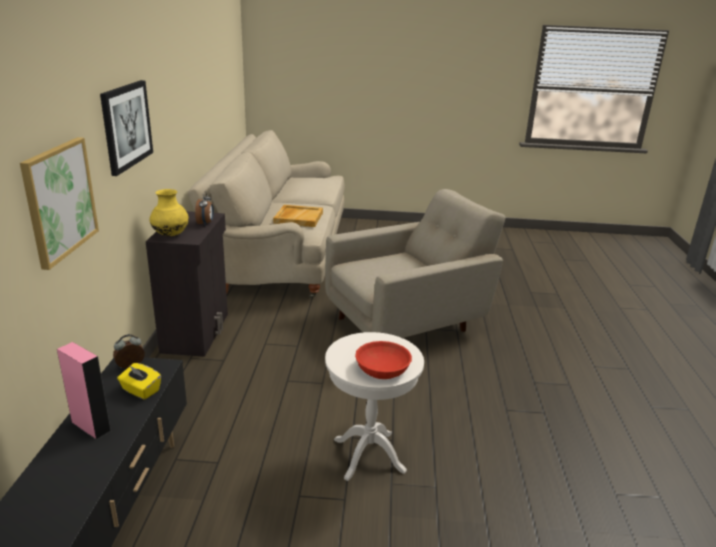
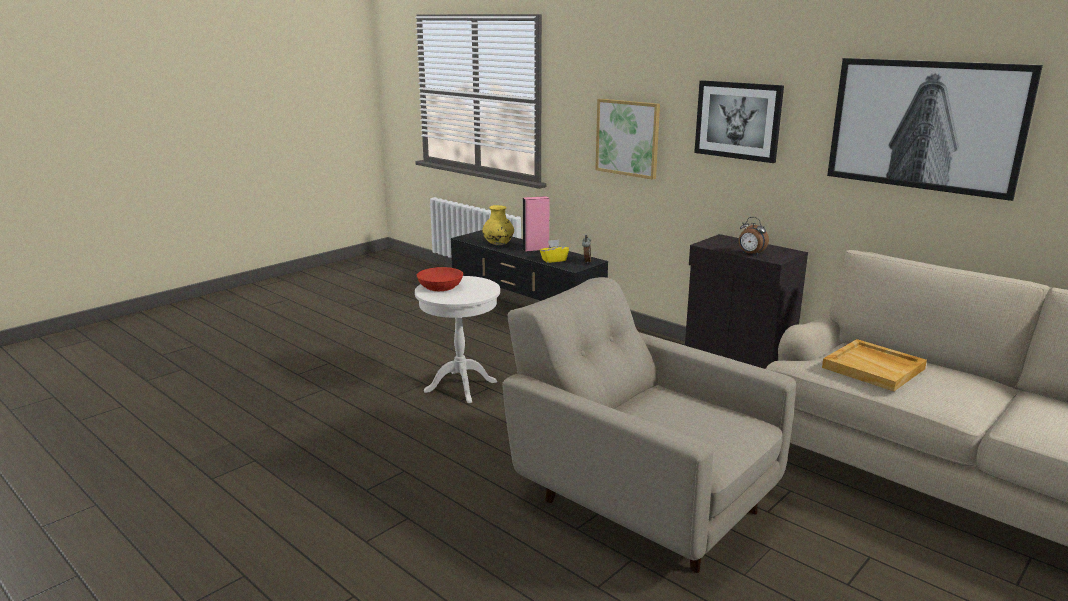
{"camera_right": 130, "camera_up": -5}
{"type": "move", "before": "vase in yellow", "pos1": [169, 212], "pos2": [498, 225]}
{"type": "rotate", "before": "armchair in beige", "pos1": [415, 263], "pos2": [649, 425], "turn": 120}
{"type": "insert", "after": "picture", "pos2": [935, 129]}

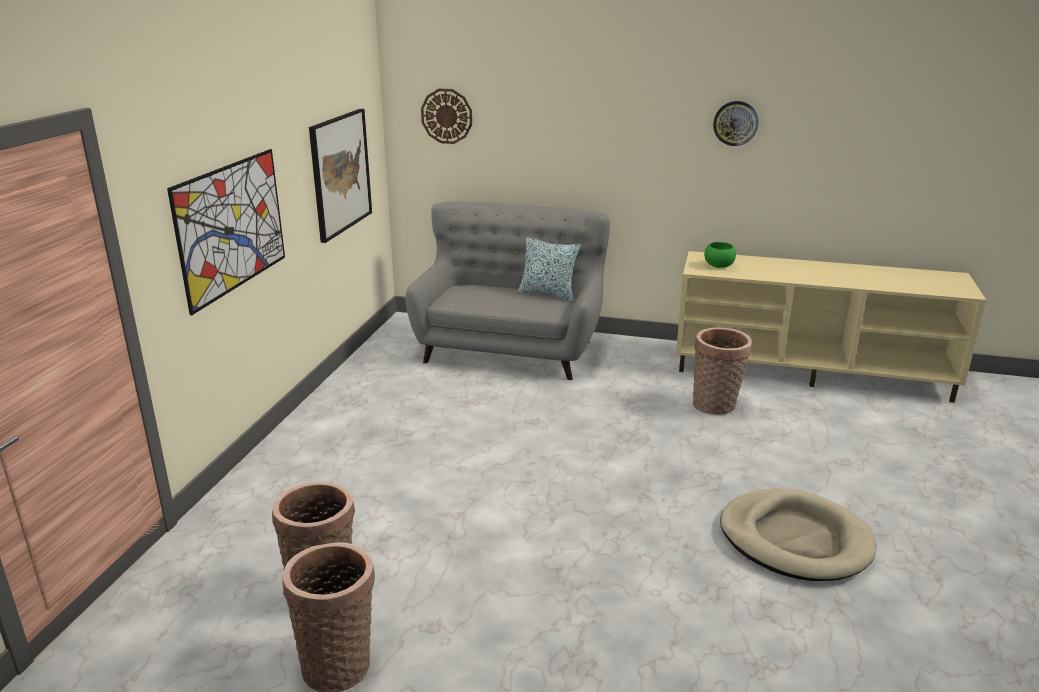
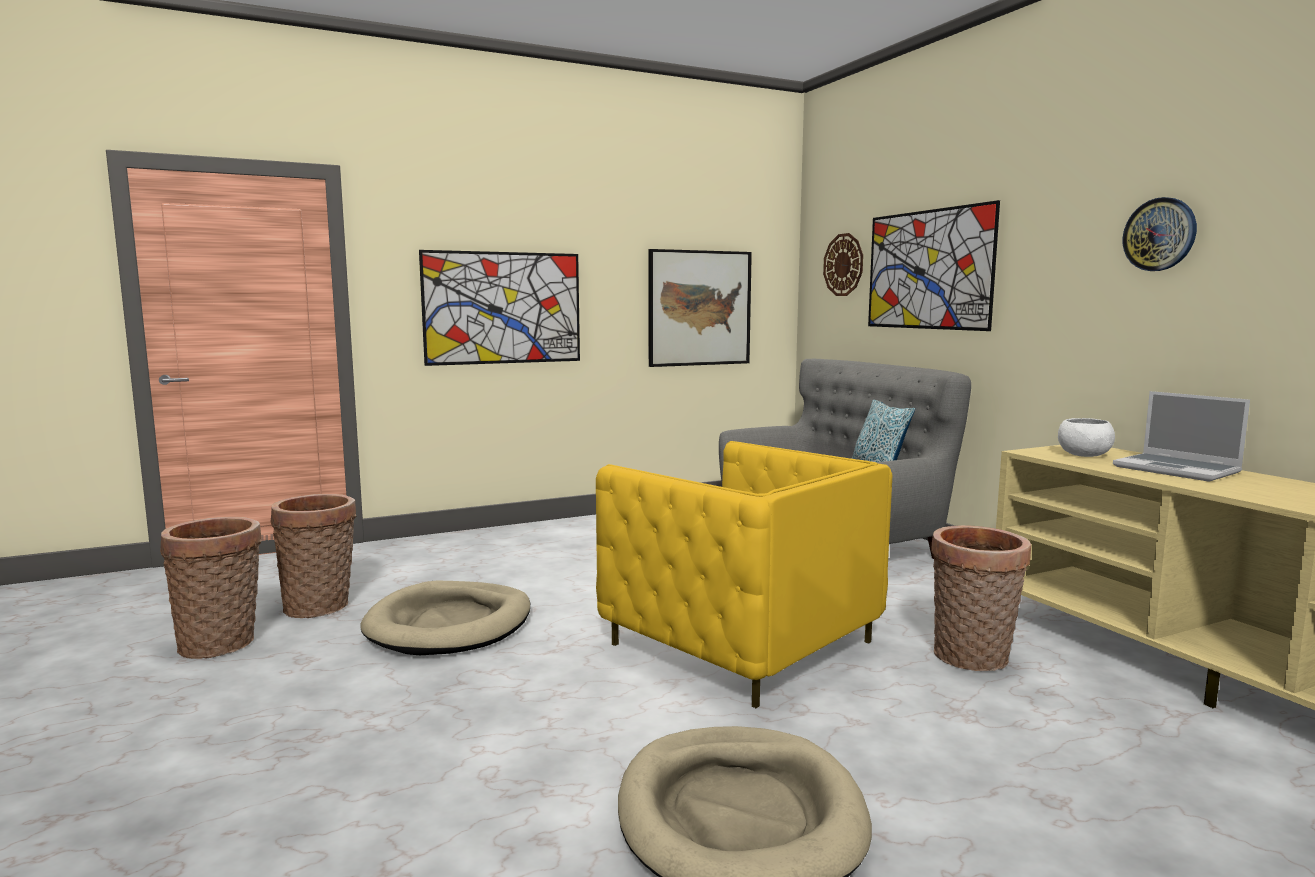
{"camera_right": 50, "camera_up": -15}
{"type": "recolor", "before": "bowl in green", "after": "bowl in white", "pos1": [720, 255], "pos2": [1086, 437]}
{"type": "insert", "after": "picture", "pos2": [934, 265]}
{"type": "insert", "after": "laptop", "pos2": [1181, 436]}
{"type": "insert", "after": "armchair in yellow", "pos2": [744, 574]}
{"type": "insert", "after": "dog bed in beige", "pos2": [445, 618]}

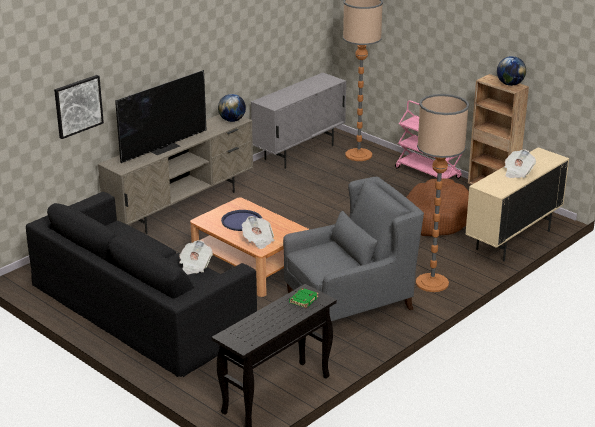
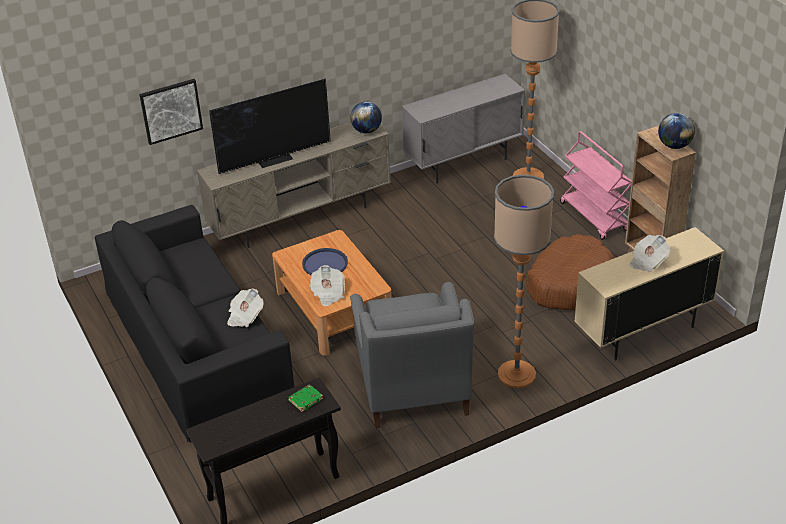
{"camera_right": 20, "camera_up": 10}
{"type": "rotate", "before": "armchair in grey", "pos1": [353, 249], "pos2": [412, 355], "turn": 90}

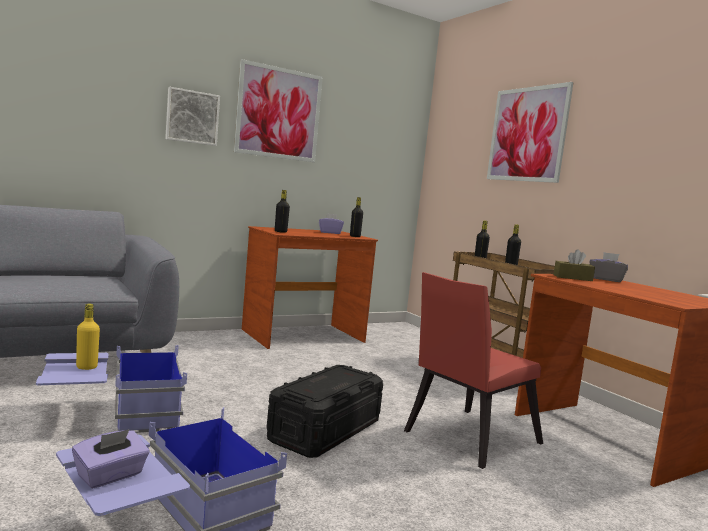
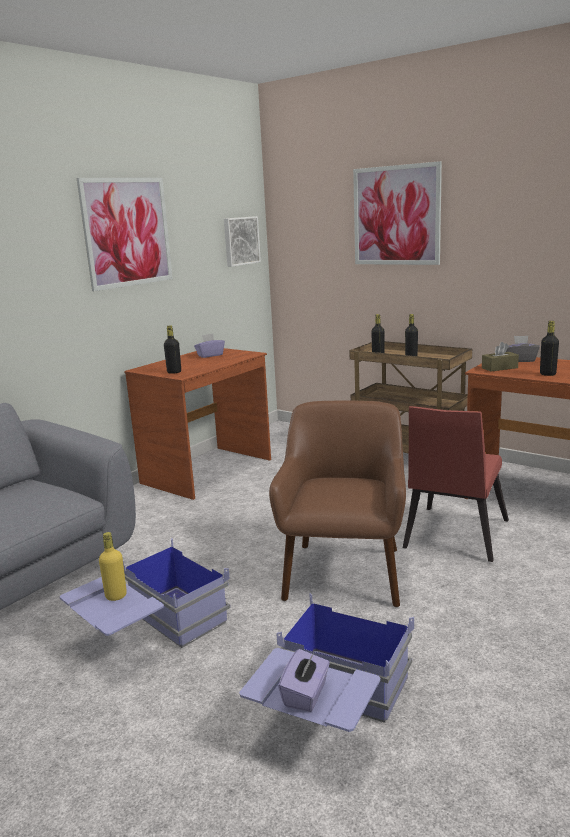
{"camera_right": -20, "camera_up": 10}
{"type": "move", "before": "picture", "pos1": [192, 116], "pos2": [242, 241]}
{"type": "move", "before": "bottle in black", "pos1": [356, 217], "pos2": [549, 348]}
{"type": "replace", "before": "storage box in black", "after": "armchair in brown", "pos1": [325, 411], "pos2": [337, 503]}

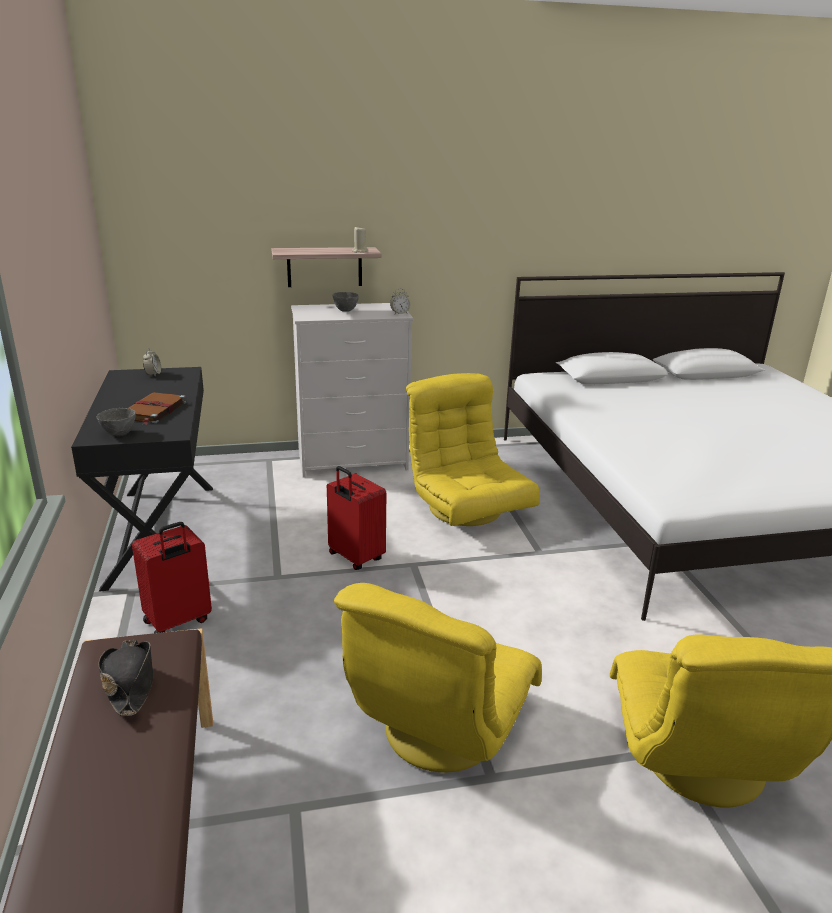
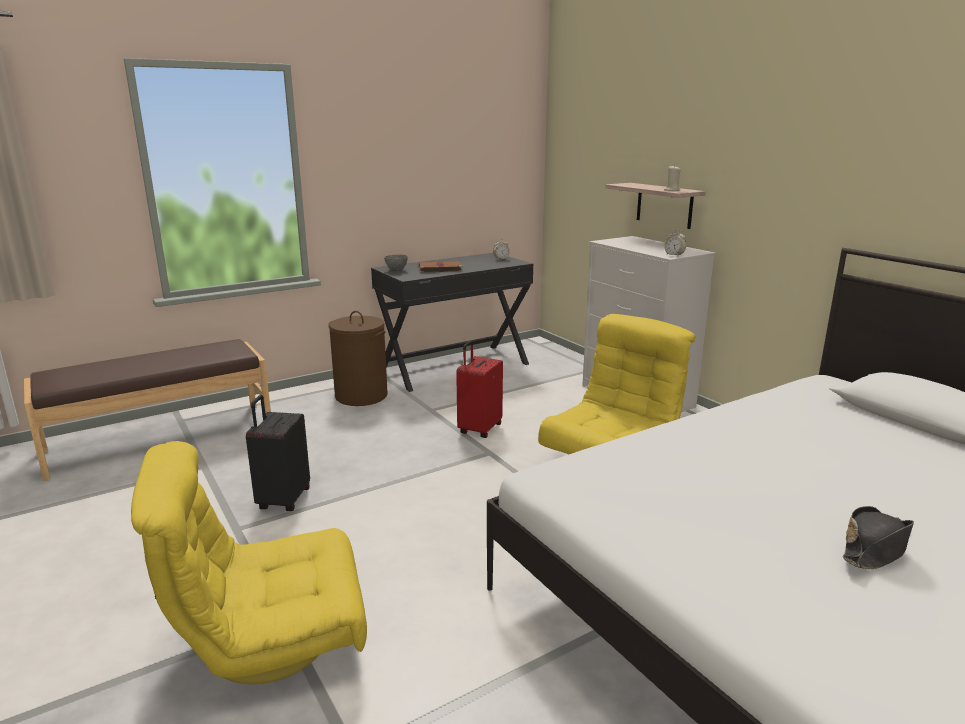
{"camera_right": 70, "camera_up": -5}
{"type": "delete", "before": "bowl in grey", "pos1": [346, 302]}
{"type": "replace", "before": "suitcase in red", "after": "laundry basket in brown", "pos1": [172, 577], "pos2": [358, 358]}
{"type": "replace", "before": "armchair in yellow", "after": "suitcase in black", "pos1": [438, 678], "pos2": [278, 453]}
{"type": "move", "before": "hat in black", "pos1": [125, 677], "pos2": [878, 537]}

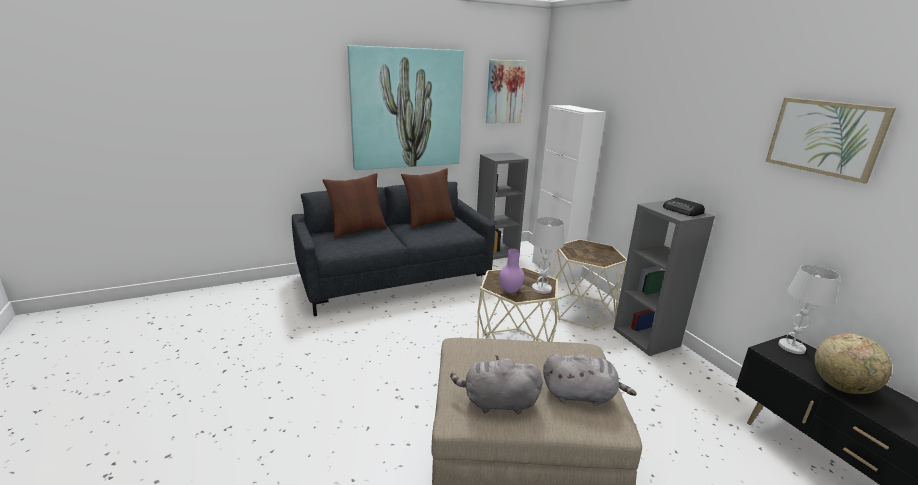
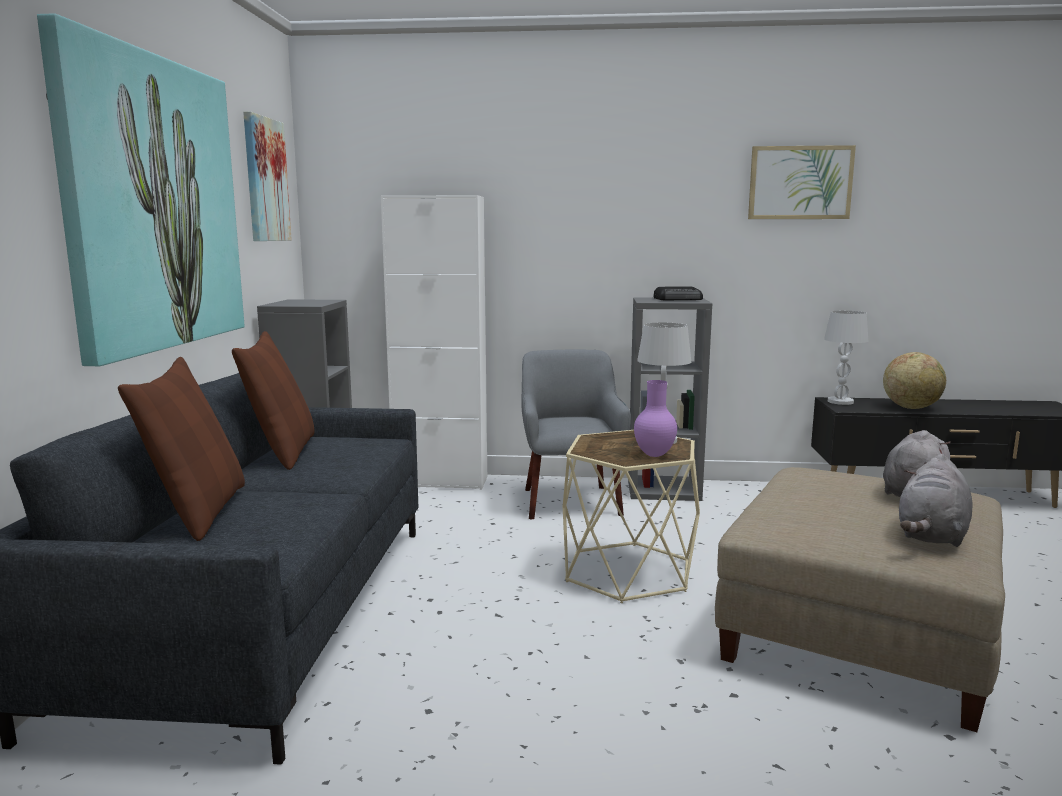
{"camera_right": -60, "camera_up": -10}
{"type": "replace", "before": "side table in beige", "after": "armchair in grey", "pos1": [588, 284], "pos2": [576, 434]}

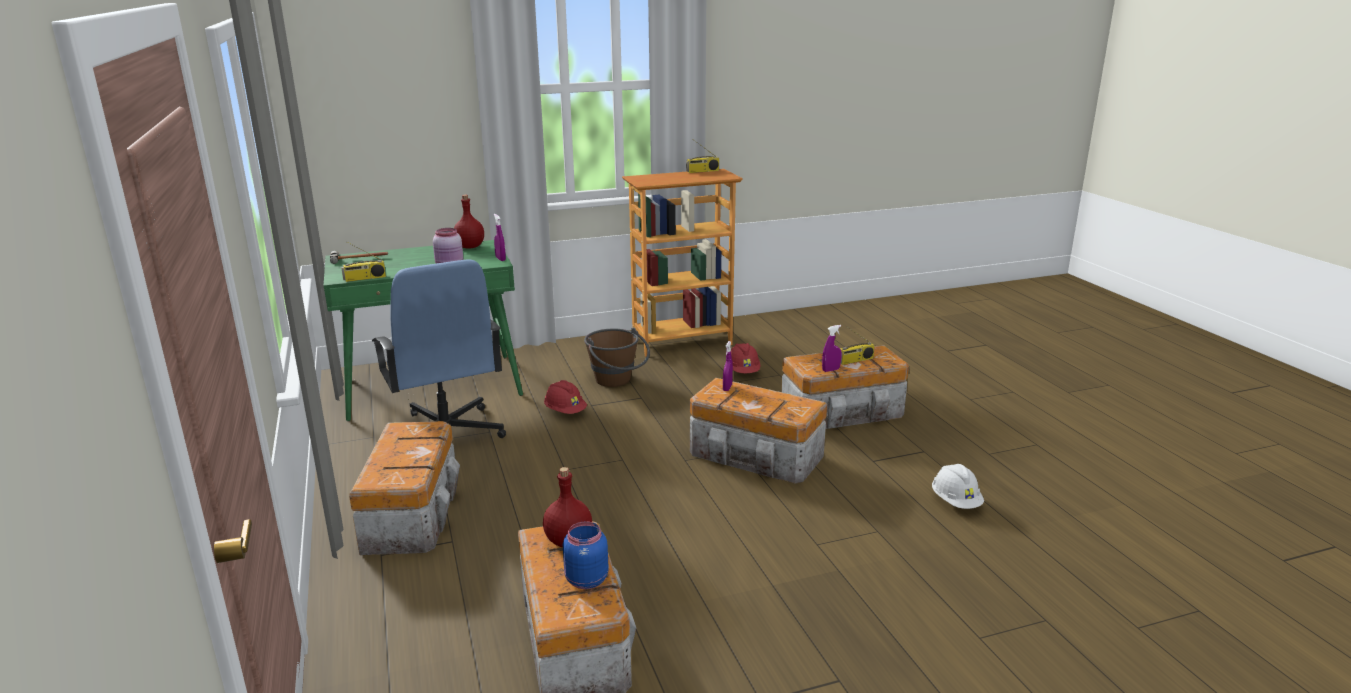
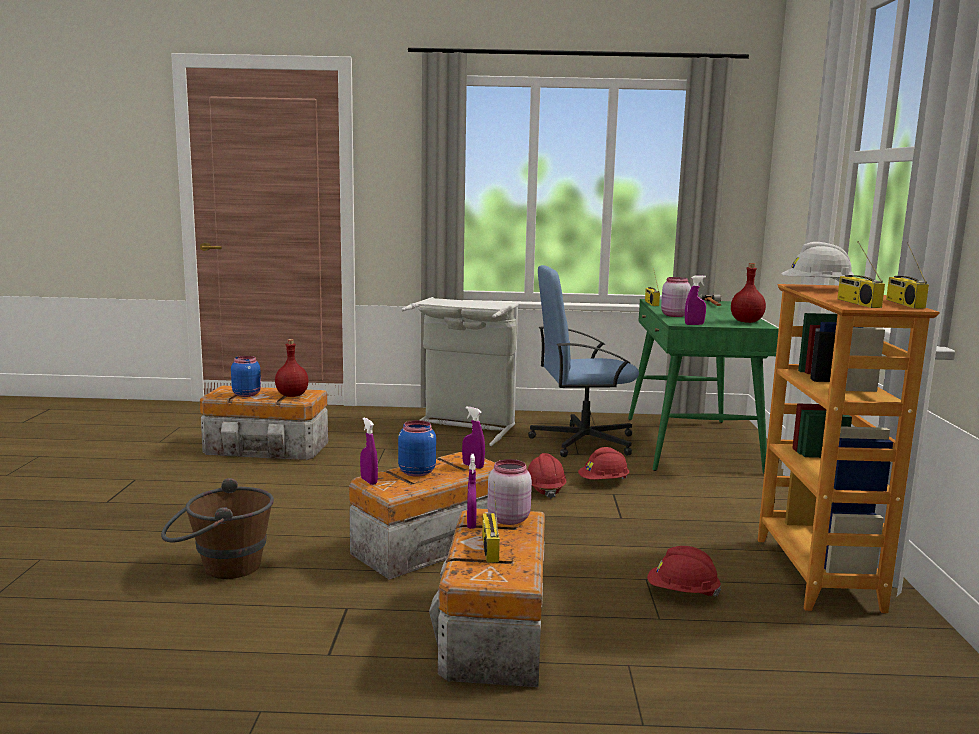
{"camera_right": 110, "camera_up": -10}
{"type": "move", "before": "bucket in brown", "pos1": [617, 357], "pos2": [217, 528]}
{"type": "replace", "before": "storage box", "after": "laundry basket in grey", "pos1": [404, 488], "pos2": [460, 371]}
{"type": "move", "before": "hard hat in white", "pos1": [958, 486], "pos2": [818, 262]}
{"type": "insert", "after": "radio", "pos2": [861, 274]}
{"type": "insert", "after": "spray bottle in purple", "pos2": [369, 451]}
{"type": "insert", "after": "jar in blue", "pos2": [417, 448]}
{"type": "insert", "after": "hard hat in red", "pos2": [547, 476]}
{"type": "insert", "after": "jar in pink", "pos2": [509, 492]}

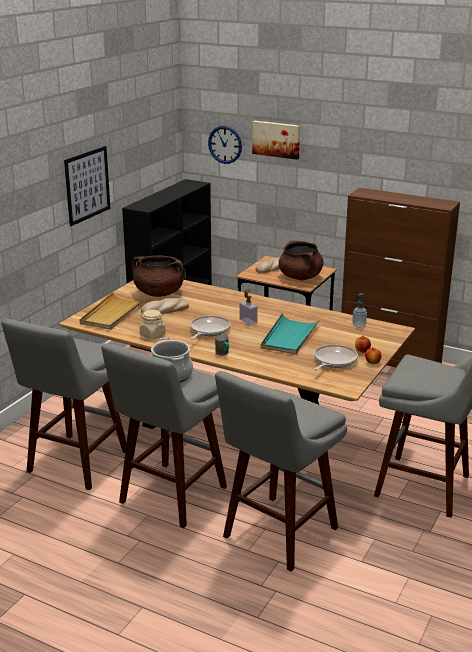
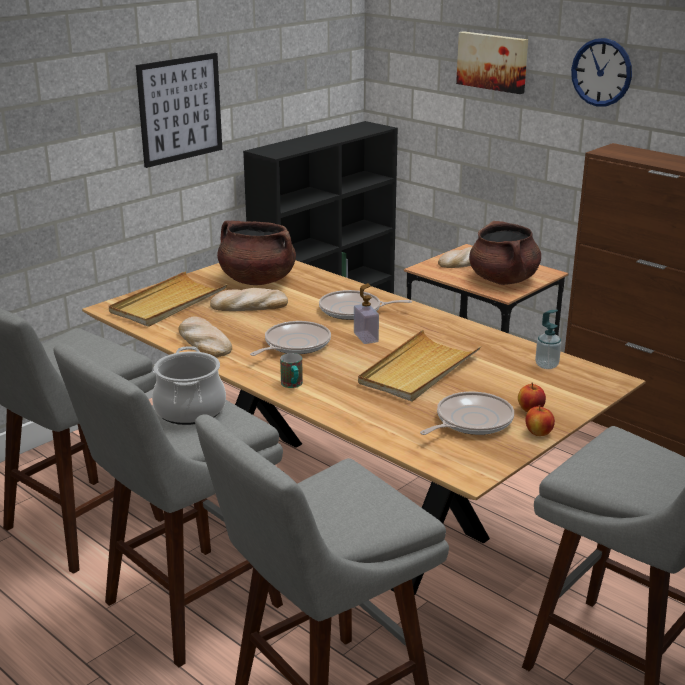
{"camera_right": 15, "camera_up": 0}
{"type": "move", "before": "wall clock", "pos1": [225, 145], "pos2": [601, 72]}
{"type": "replace", "before": "jar in beige", "after": "bread", "pos1": [153, 324], "pos2": [205, 337]}
{"type": "recolor", "before": "tray in turquoise", "after": "tray in beige", "pos1": [290, 334], "pos2": [419, 366]}
{"type": "insert", "after": "frying pan", "pos2": [365, 305]}

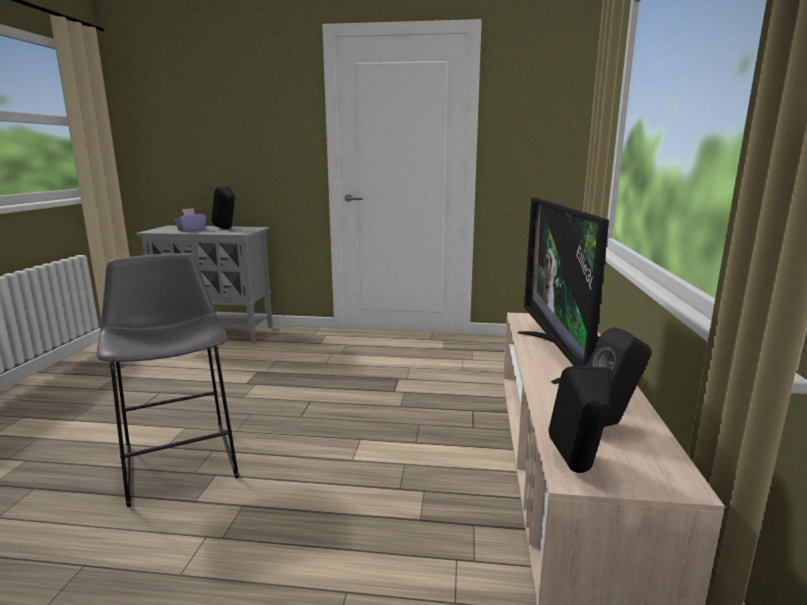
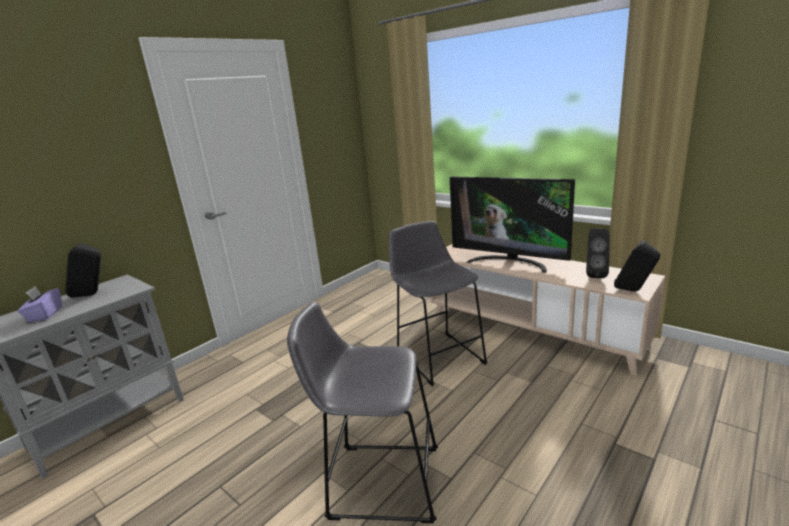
{"camera_right": -55, "camera_up": 5}
{"type": "insert", "after": "stool in grey", "pos2": [438, 303]}

